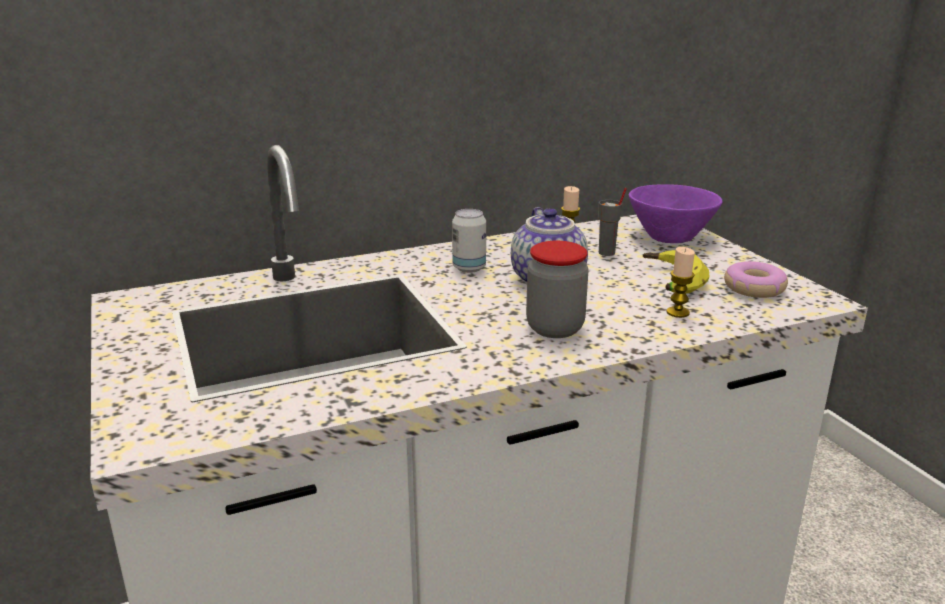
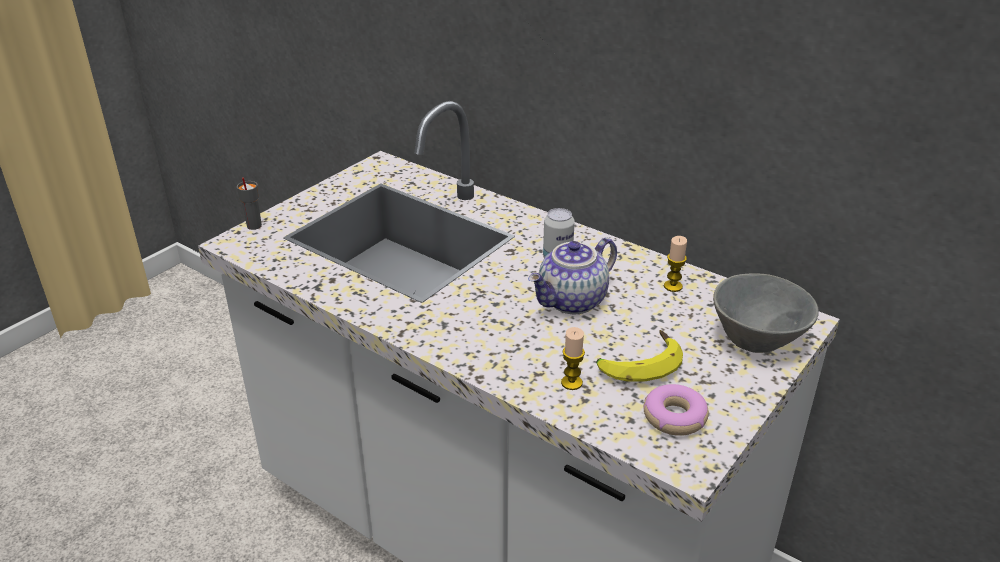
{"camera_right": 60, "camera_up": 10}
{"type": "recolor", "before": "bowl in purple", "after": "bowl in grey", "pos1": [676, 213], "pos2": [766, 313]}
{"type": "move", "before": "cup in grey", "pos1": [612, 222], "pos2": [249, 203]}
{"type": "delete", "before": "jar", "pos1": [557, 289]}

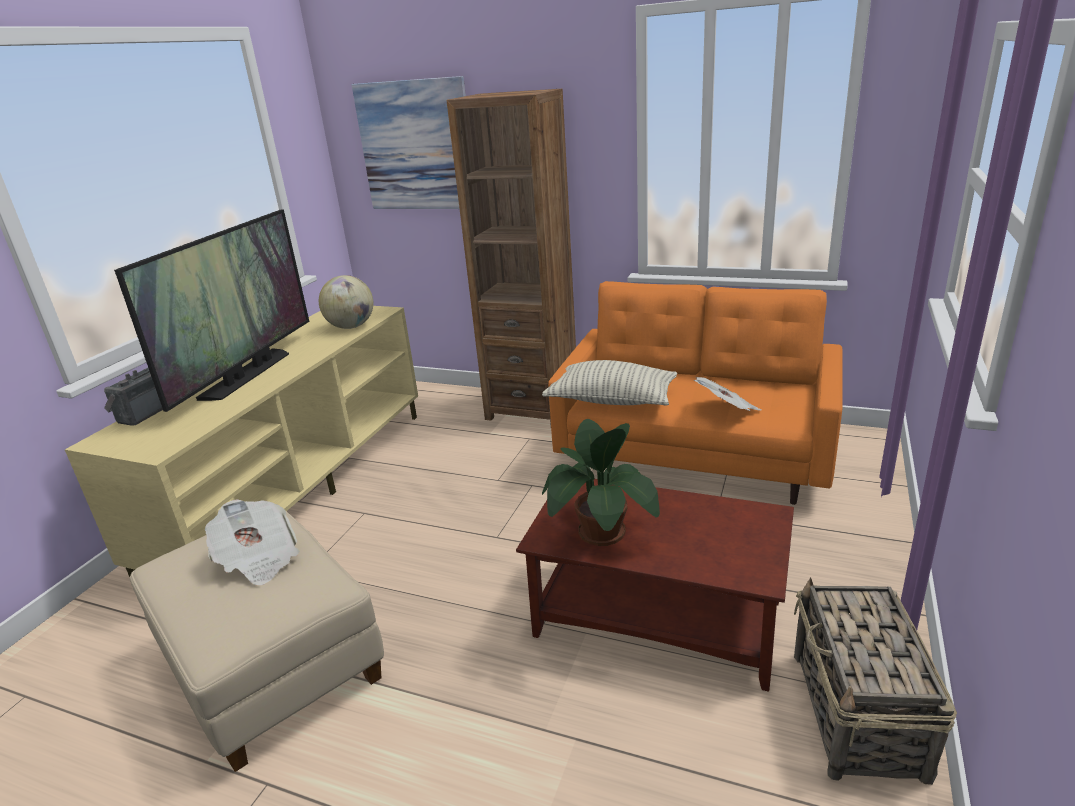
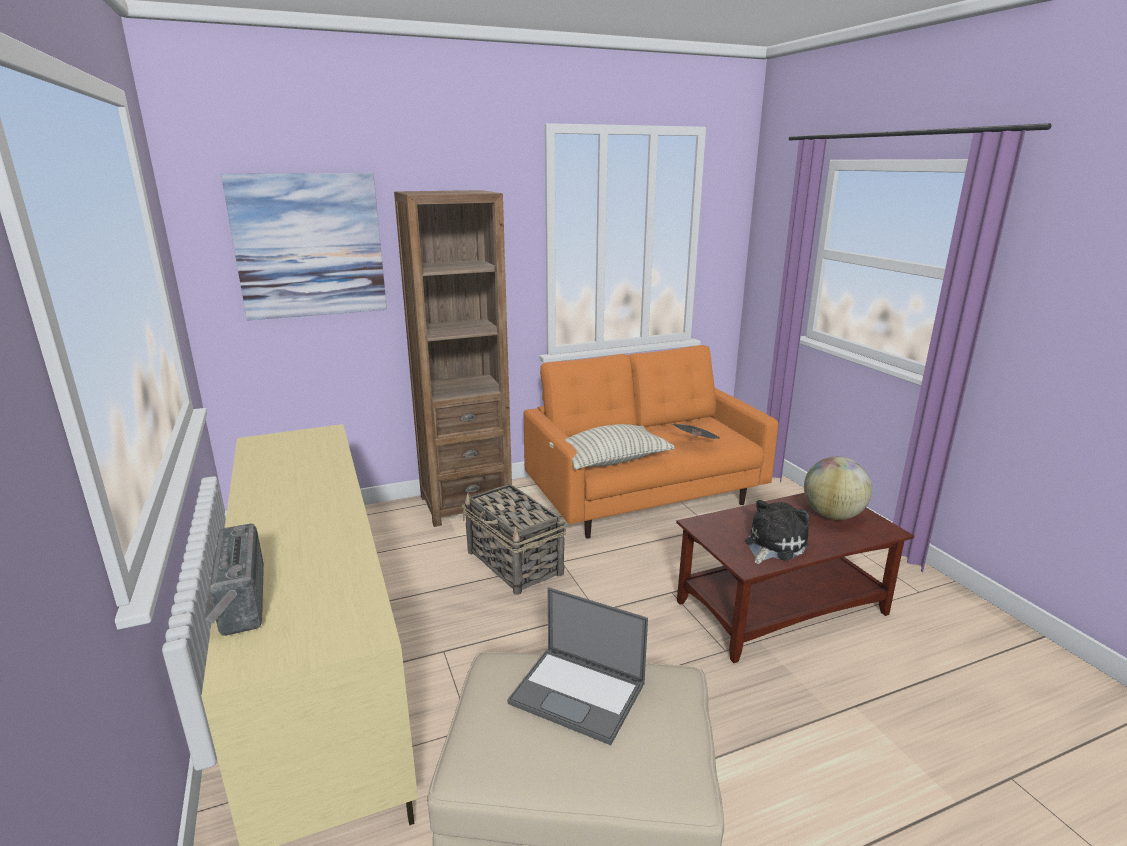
{"camera_right": -45, "camera_up": -5}
{"type": "delete", "before": "television", "pos1": [211, 310]}
{"type": "move", "before": "globe", "pos1": [346, 302], "pos2": [838, 488]}
{"type": "replace", "before": "potted plant", "after": "plush toy", "pos1": [601, 482], "pos2": [777, 532]}
{"type": "replace", "before": "newspaper", "after": "laptop", "pos1": [252, 542], "pos2": [577, 666]}
{"type": "move", "before": "basket", "pos1": [875, 681], "pos2": [514, 539]}

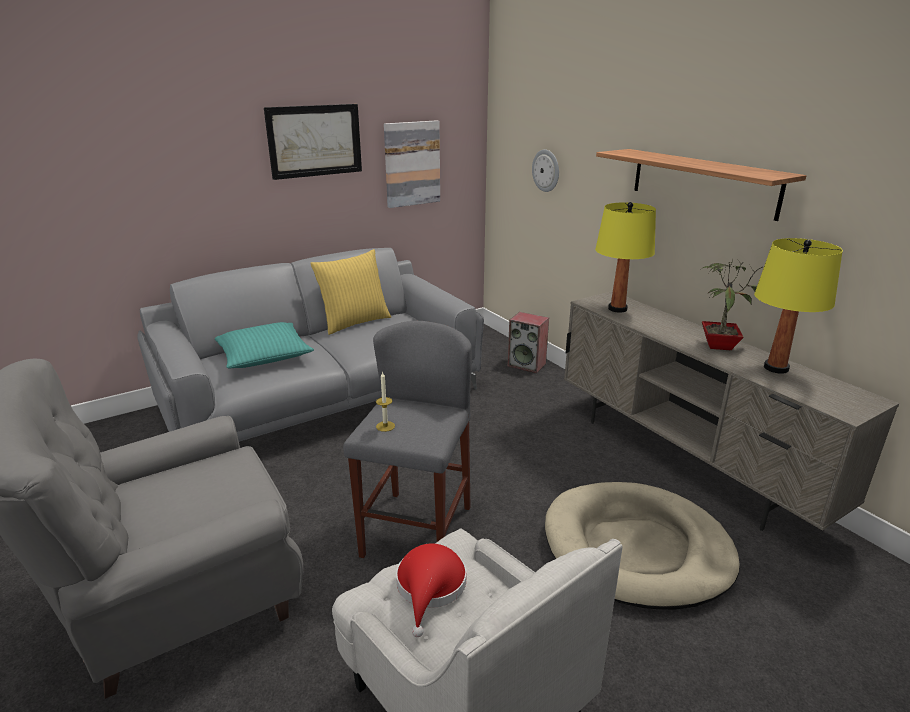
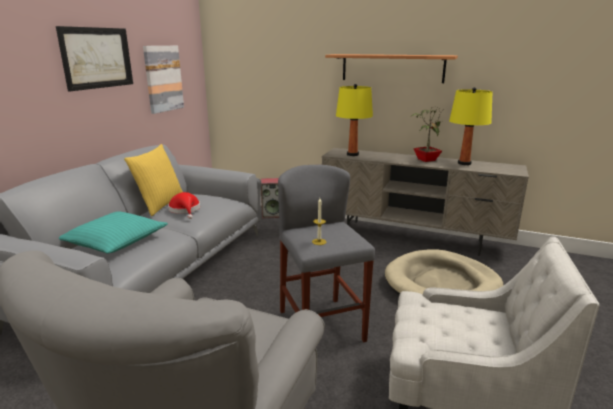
{"camera_right": -35, "camera_up": -5}
{"type": "delete", "before": "wall clock", "pos1": [545, 170]}
{"type": "move", "before": "hat in red", "pos1": [431, 590], "pos2": [184, 205]}

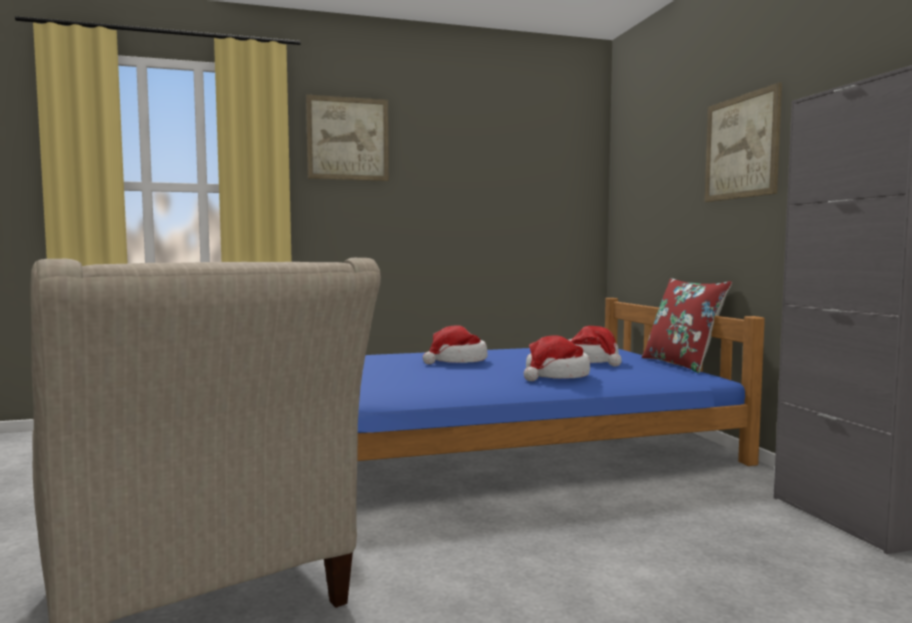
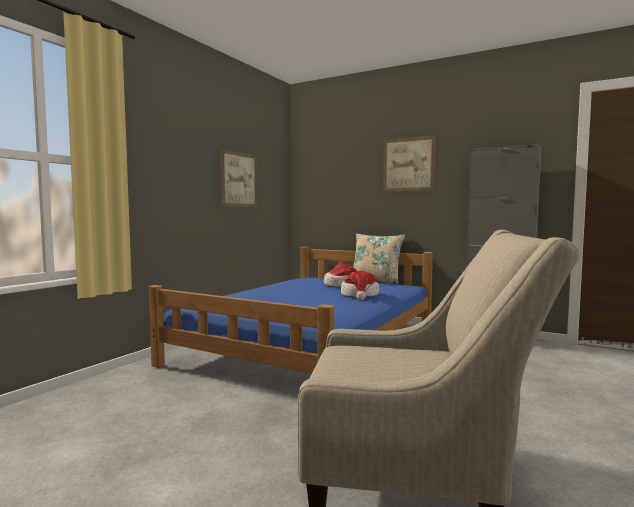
{"camera_right": -45, "camera_up": 0}
{"type": "move", "before": "picture", "pos1": [347, 138], "pos2": [238, 178]}
{"type": "recolor", "before": "pillow in red", "after": "pillow in beige", "pos1": [687, 325], "pos2": [379, 259]}
{"type": "delete", "before": "hat", "pos1": [455, 344]}

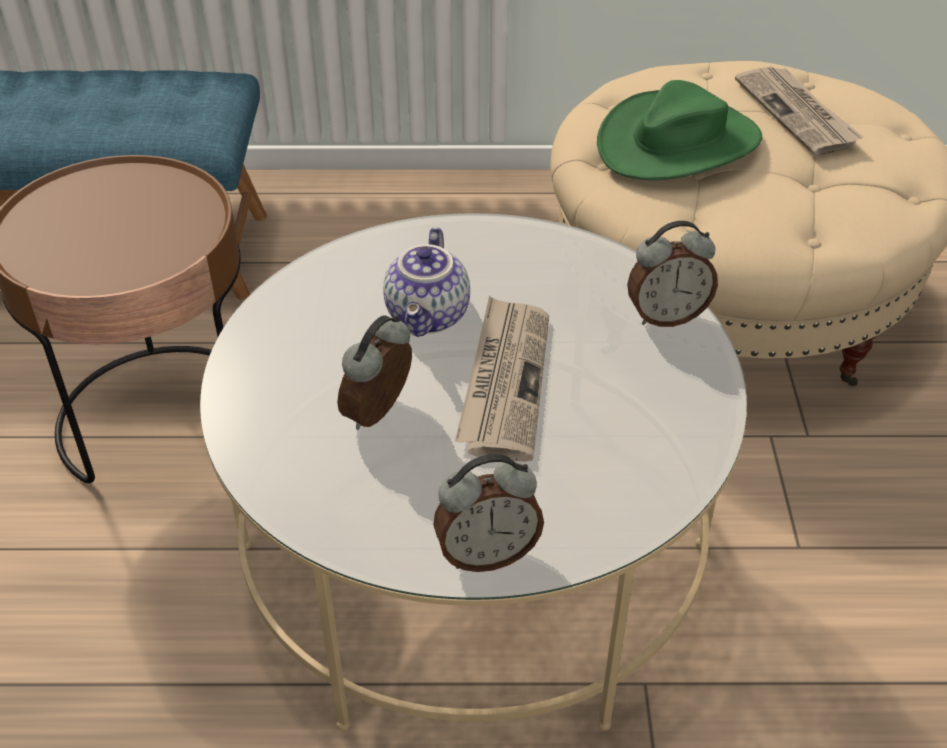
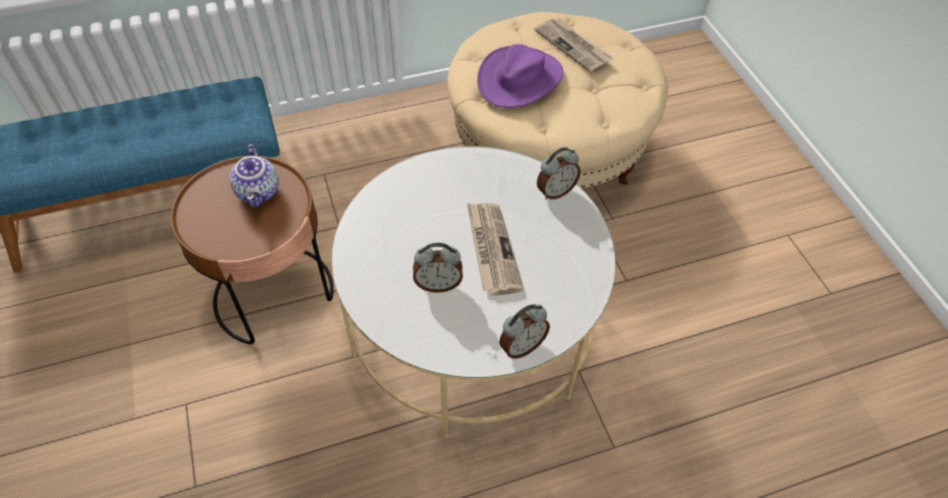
{"camera_right": -20, "camera_up": 10}
{"type": "recolor", "before": "hat in green", "after": "hat in purple", "pos1": [679, 130], "pos2": [520, 76]}
{"type": "move", "before": "teapot", "pos1": [426, 282], "pos2": [254, 175]}
{"type": "rotate", "before": "alarm clock", "pos1": [374, 372], "pos2": [438, 268], "turn": -105}

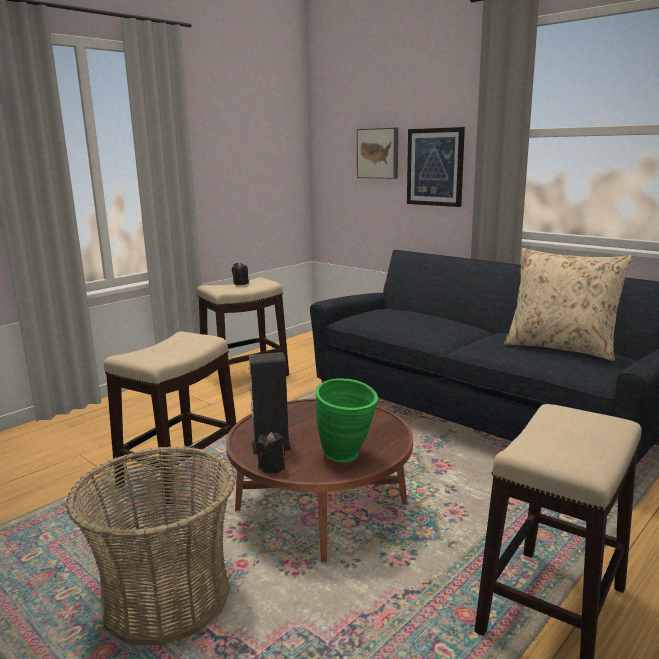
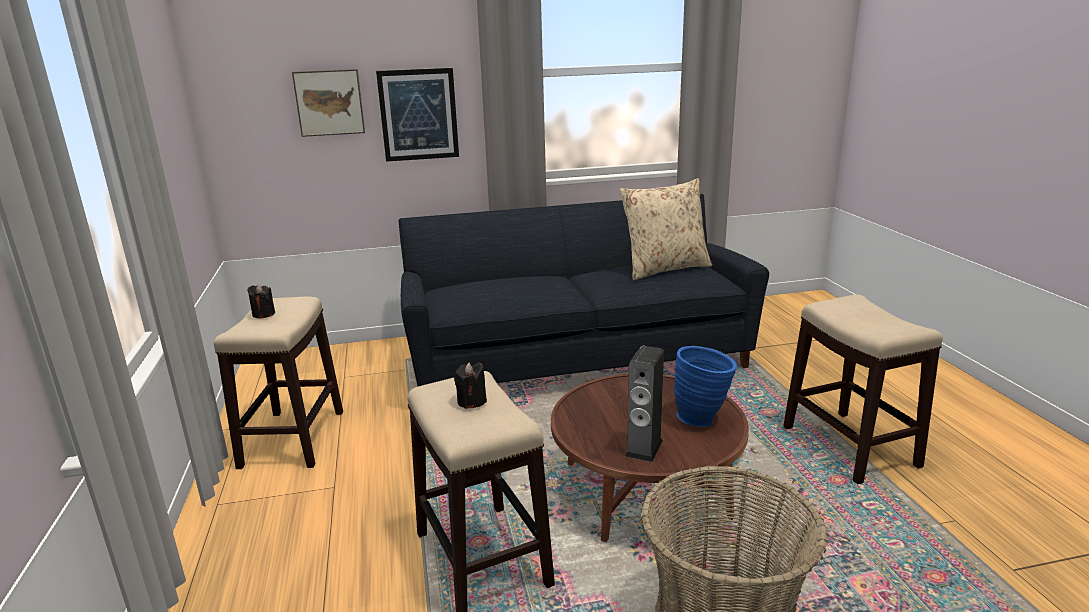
{"camera_right": -55, "camera_up": 5}
{"type": "recolor", "before": "vase in green", "after": "vase in blue", "pos1": [347, 420], "pos2": [705, 386]}
{"type": "move", "before": "candle in black", "pos1": [271, 453], "pos2": [470, 385]}

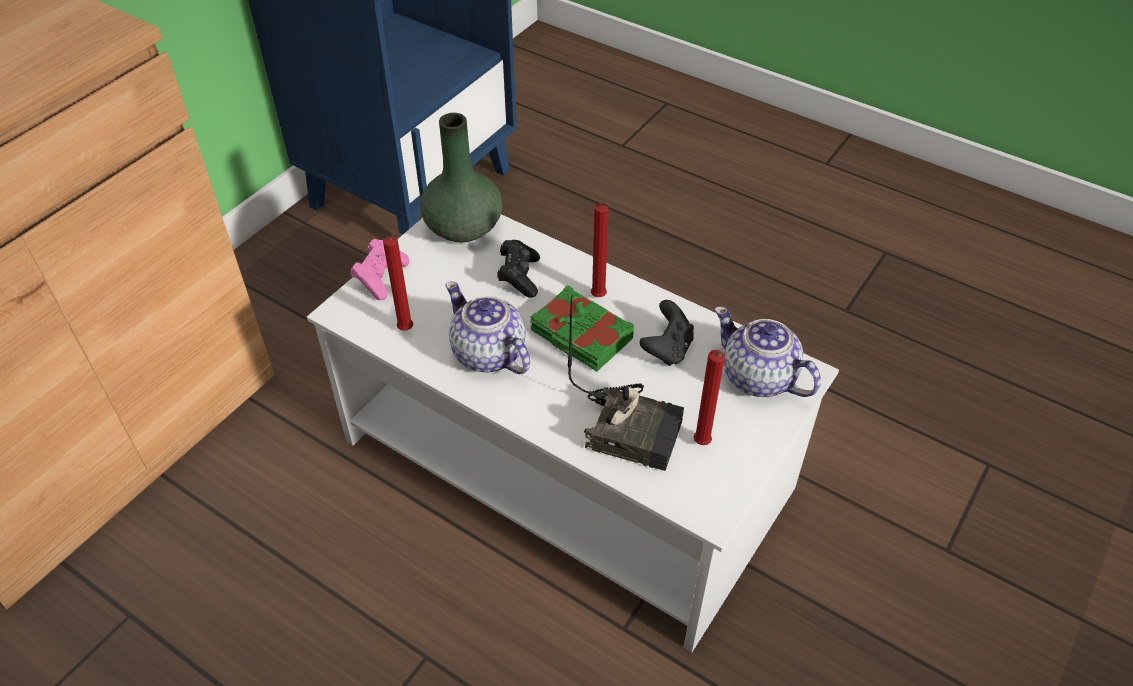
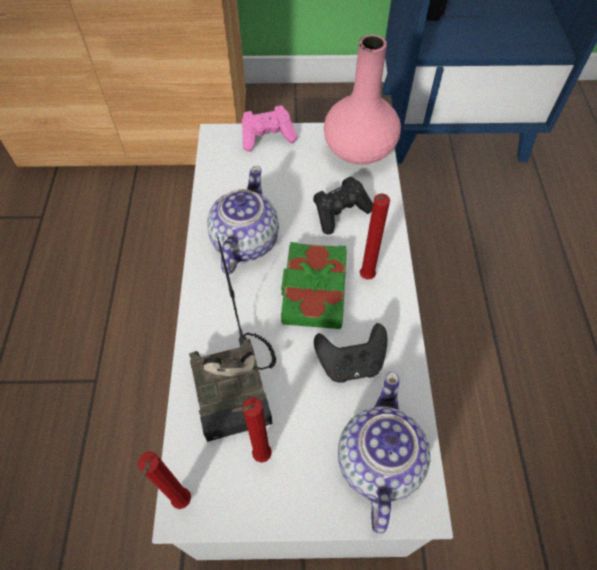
{"camera_right": 55, "camera_up": 10}
{"type": "recolor", "before": "vase in green", "after": "vase in pink", "pos1": [461, 177], "pos2": [362, 100]}
{"type": "move", "before": "candle in red", "pos1": [398, 282], "pos2": [164, 480]}

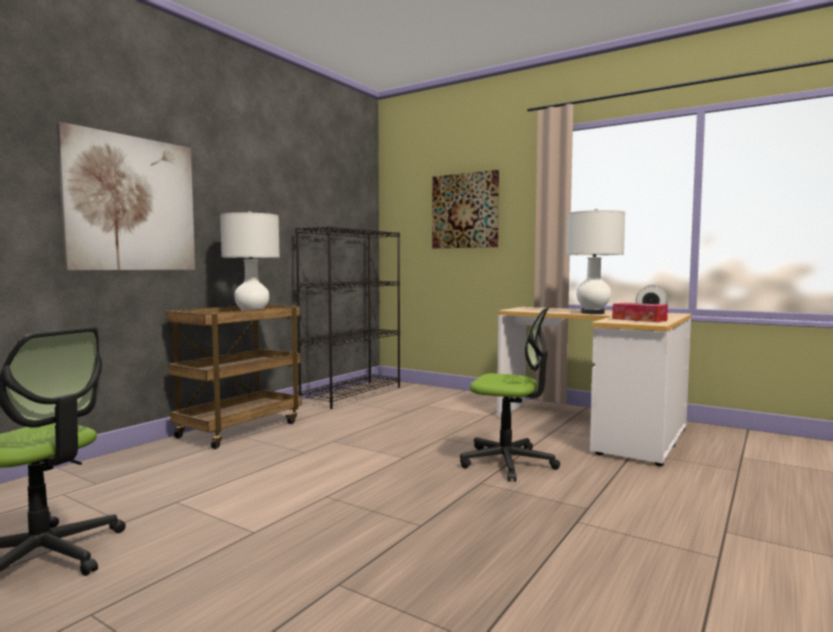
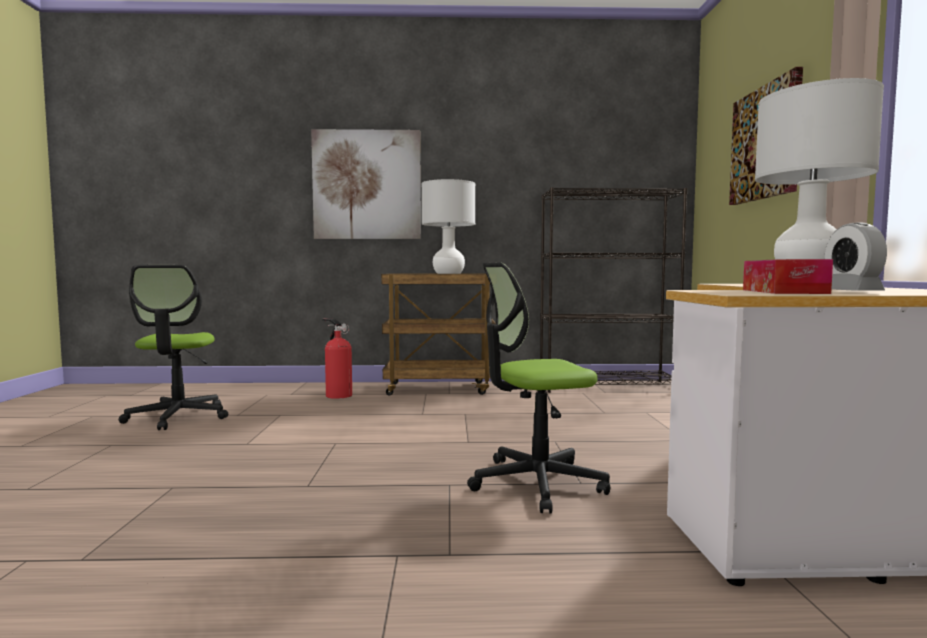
{"camera_right": 55, "camera_up": 0}
{"type": "rotate", "before": "office chair", "pos1": [510, 394], "pos2": [538, 387], "turn": 90}
{"type": "insert", "after": "fire extinguisher", "pos2": [337, 358]}

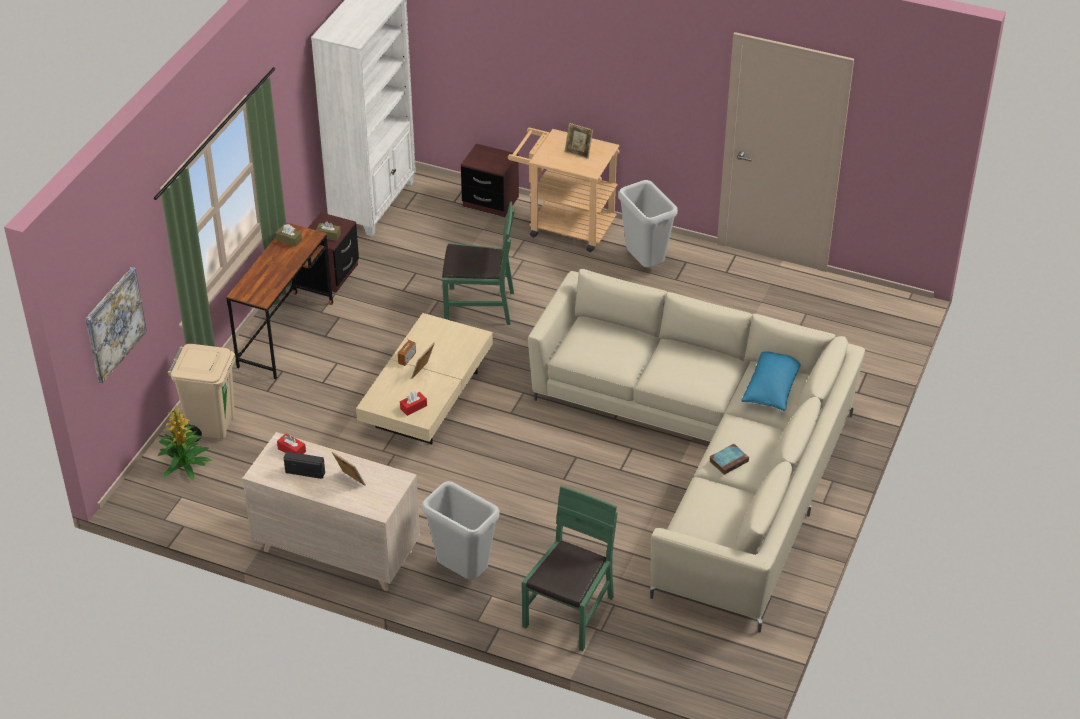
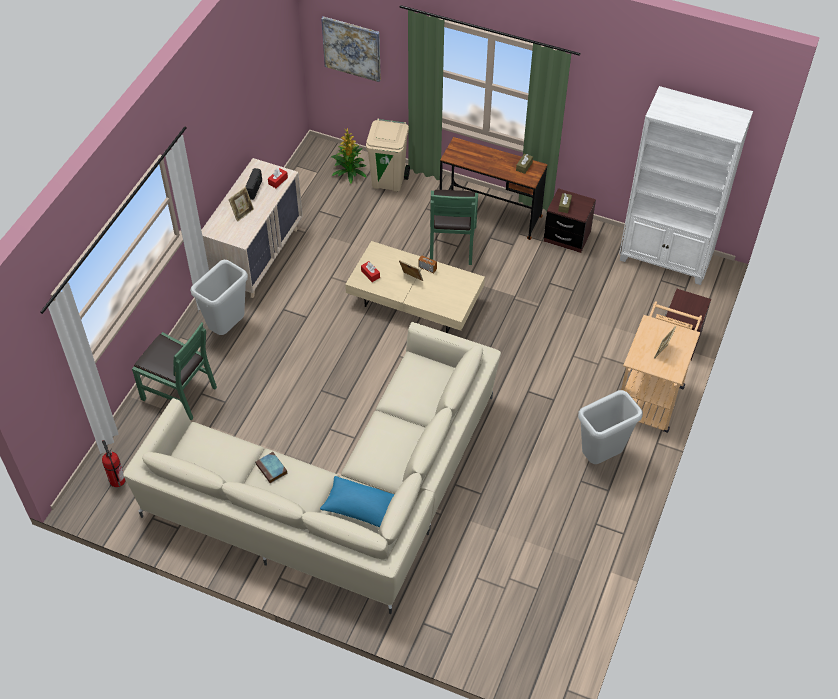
{"camera_right": 90, "camera_up": 10}
{"type": "move", "before": "chair in green", "pos1": [478, 263], "pos2": [454, 227]}
{"type": "insert", "after": "fire extinguisher", "pos2": [114, 463]}

